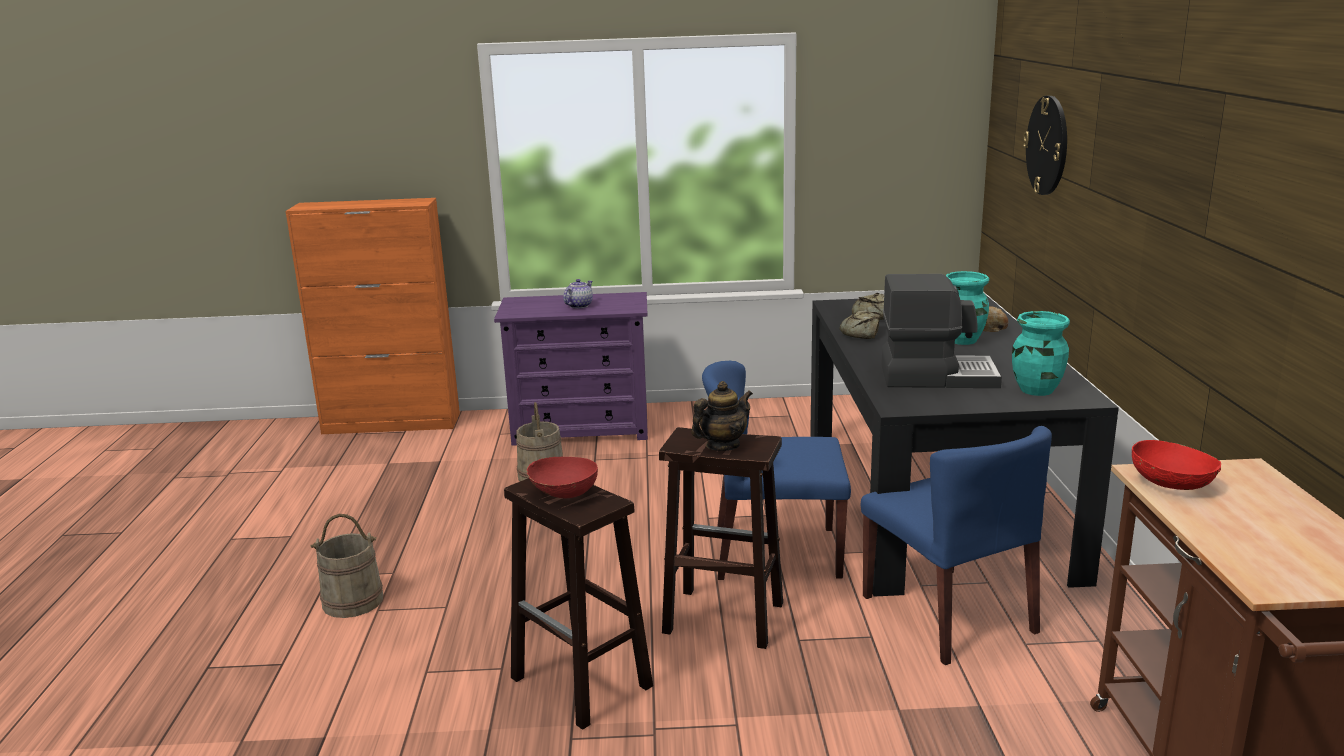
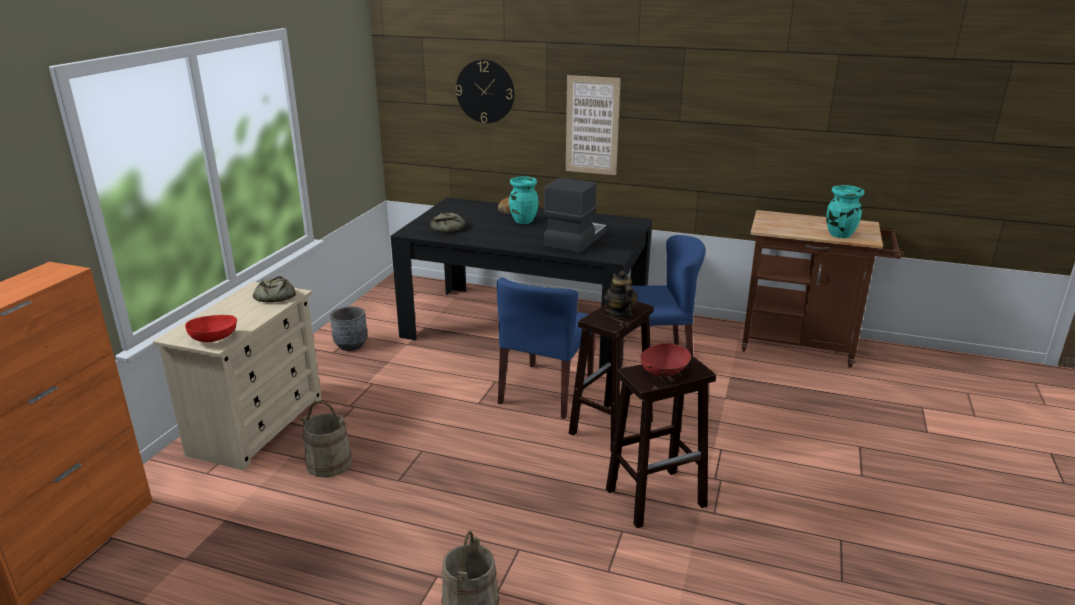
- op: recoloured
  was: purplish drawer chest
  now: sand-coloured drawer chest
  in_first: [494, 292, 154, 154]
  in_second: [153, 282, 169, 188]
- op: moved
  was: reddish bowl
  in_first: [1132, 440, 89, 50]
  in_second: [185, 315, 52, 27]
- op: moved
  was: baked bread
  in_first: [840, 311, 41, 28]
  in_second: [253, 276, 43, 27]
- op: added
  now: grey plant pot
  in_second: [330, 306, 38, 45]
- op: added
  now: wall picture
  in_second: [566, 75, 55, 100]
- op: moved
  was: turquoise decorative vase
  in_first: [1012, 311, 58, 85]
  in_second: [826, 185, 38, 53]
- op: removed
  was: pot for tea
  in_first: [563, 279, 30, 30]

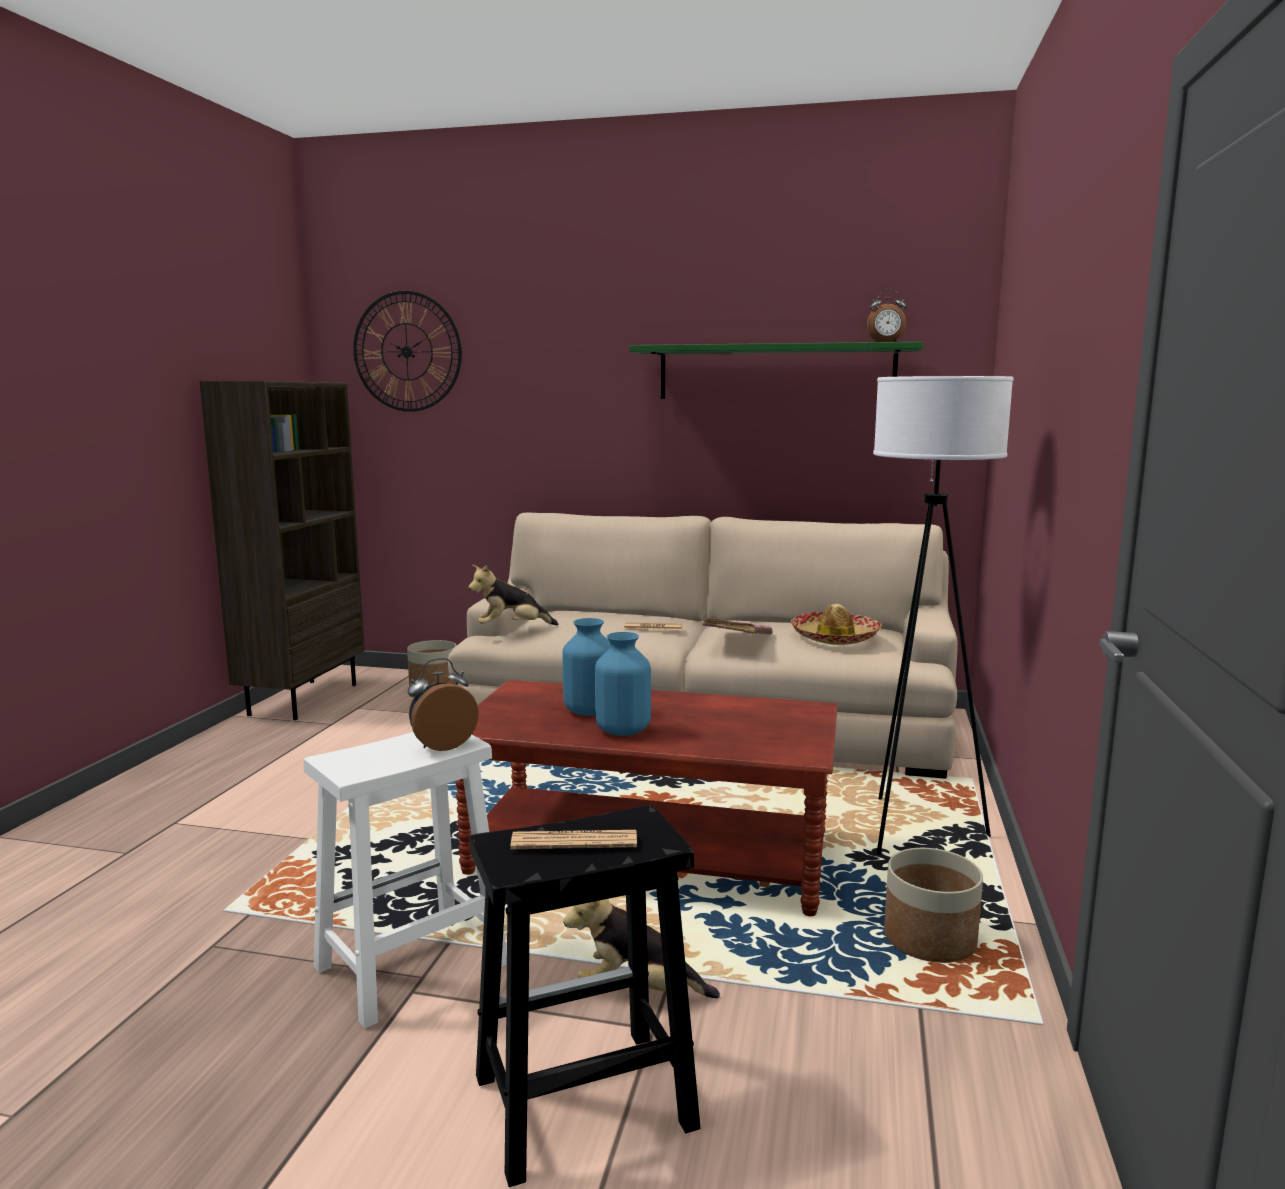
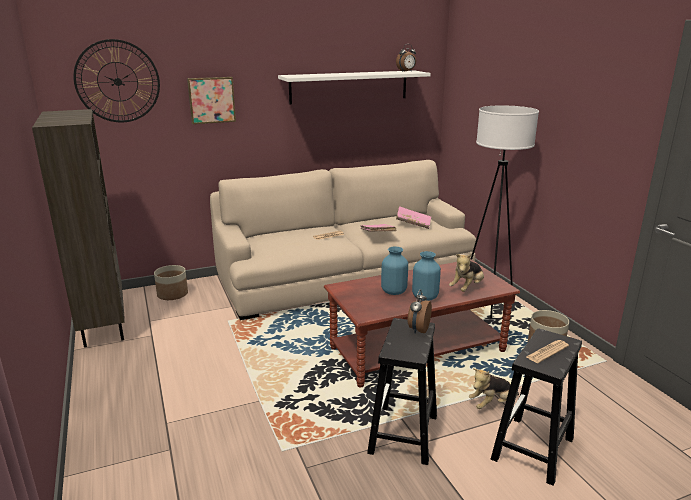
- op: added
  now: wall picture
  in_second: [187, 77, 49, 47]
- op: recoloured
  was: green-coloured shelf
  now: whitish shelf
  in_first: [629, 342, 294, 57]
  in_second: [278, 71, 153, 33]
- op: recoloured
  was: whitish stool seat
  now: black stool seat
  in_first: [303, 732, 204, 297]
  in_second: [367, 318, 70, 147]
- op: replaced
  was: clothing hat
  now: pinkish bound book
  in_first: [791, 604, 91, 41]
  in_second: [396, 206, 35, 23]
- op: moved
  was: plush toy
  in_first: [469, 565, 90, 60]
  in_second: [449, 254, 35, 38]

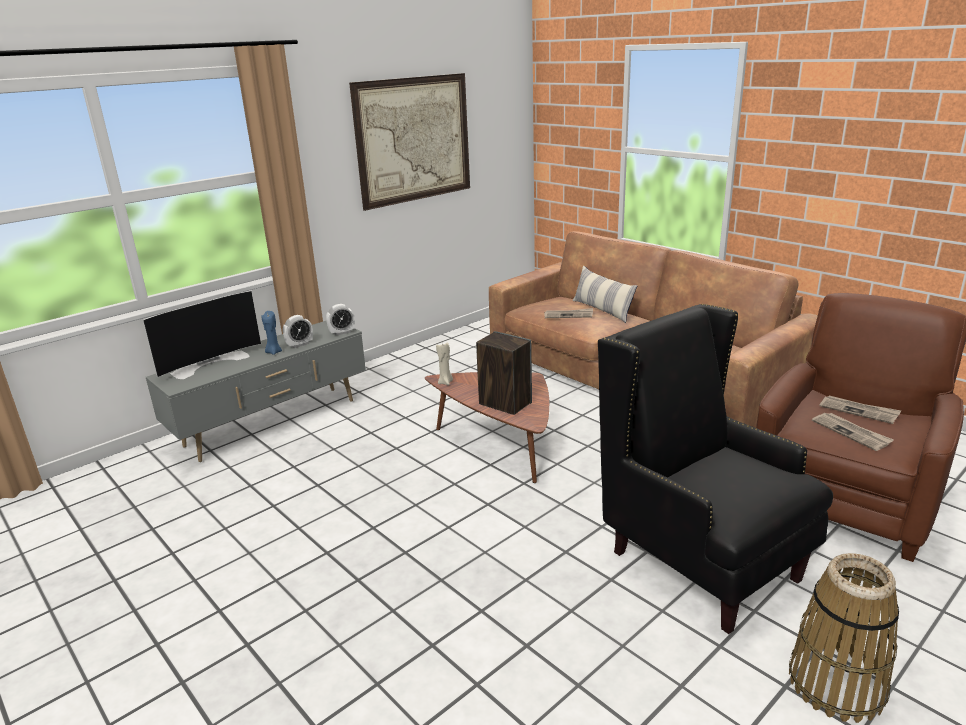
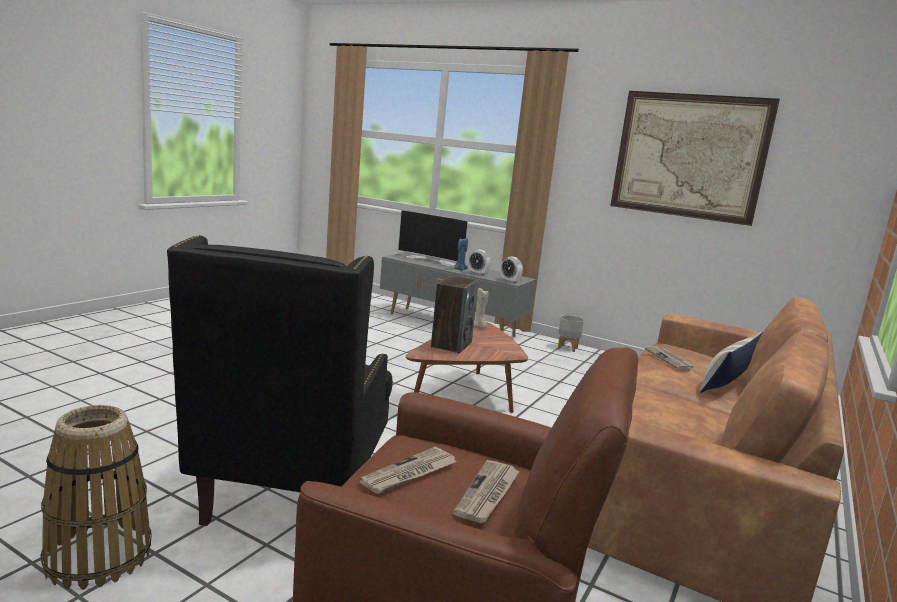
- op: turned
  was: black easy chair
  in_first: [598, 304, 235, 330]
  in_second: [167, 235, 226, 291]
  clockwise: 150
- op: added
  now: grey plant pot
  in_second: [558, 315, 26, 37]

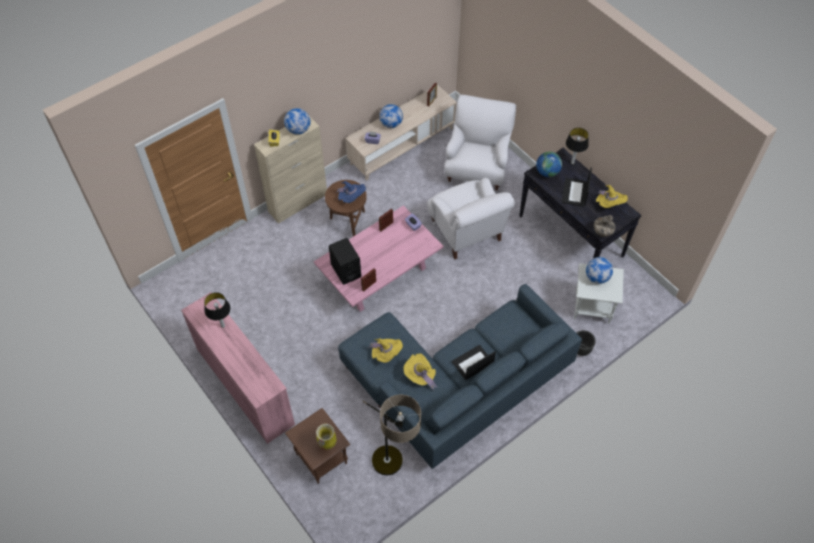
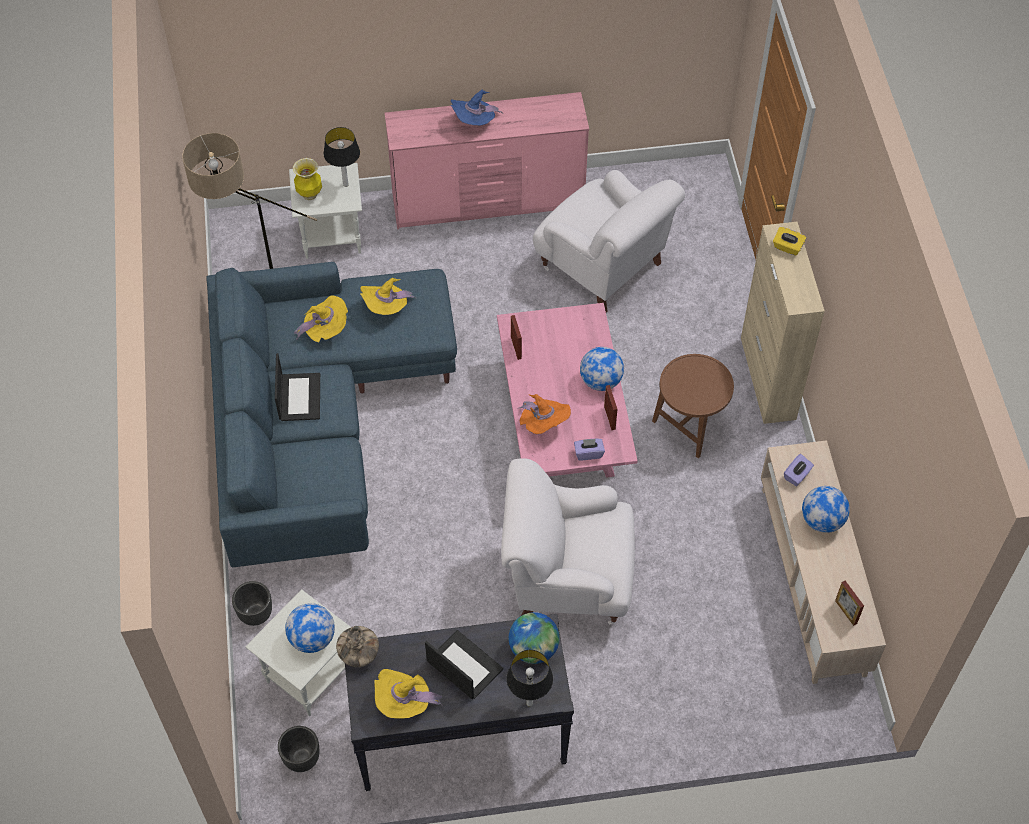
- op: added
  now: black plant pot
  in_second: [278, 726, 42, 46]
- op: recoloured
  was: brown-coloured side table
  now: whitish side table
  in_first: [285, 408, 65, 76]
  in_second: [289, 163, 73, 96]
- op: moved
  was: lamp for a table
  in_first: [204, 292, 26, 36]
  in_second: [323, 127, 37, 60]
- op: moved
  was: blue clothing hat
  in_first: [336, 181, 30, 22]
  in_second: [450, 90, 53, 36]
- op: added
  now: orange clothing hat
  in_second: [517, 394, 54, 40]
- op: moved
  was: whitish easy chair
  in_first: [444, 95, 72, 97]
  in_second: [533, 170, 152, 142]
- op: moved
  was: globe
  in_first: [284, 108, 26, 27]
  in_second: [580, 347, 44, 44]
- op: removed
  was: black audio speaker
  in_first: [329, 238, 32, 47]

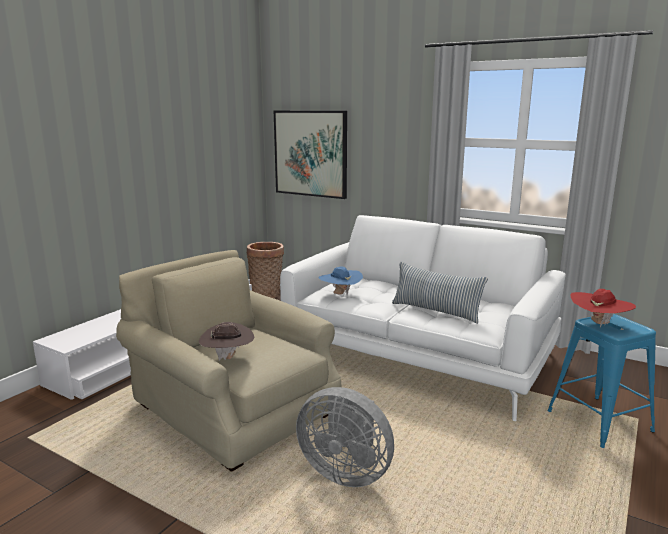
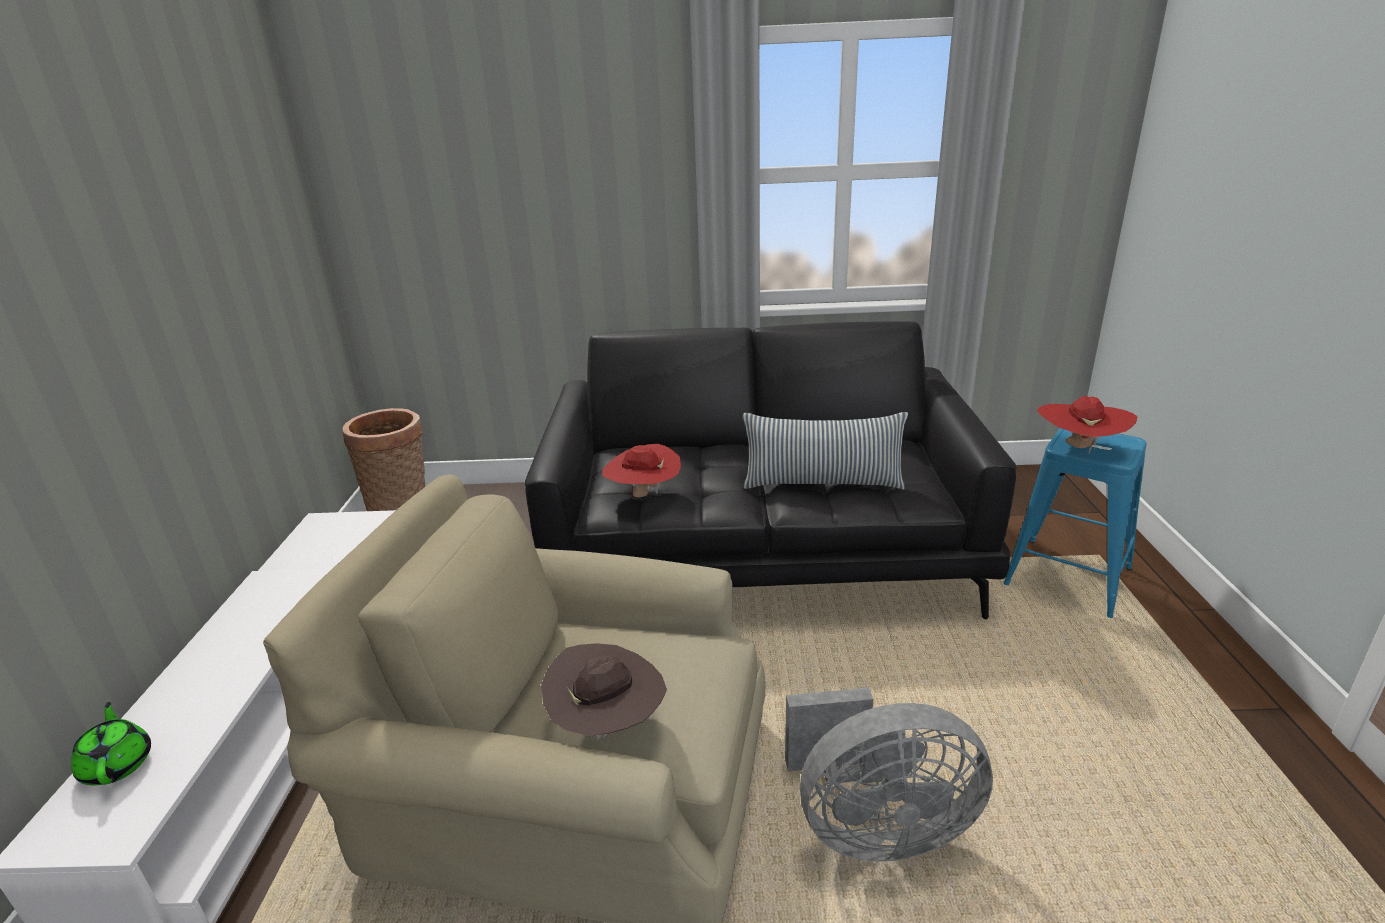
- op: added
  now: green-coloured pot for tea
  in_second: [71, 702, 80, 83]
- op: recoloured
  was: whitish settee
  now: black settee
  in_first: [280, 215, 286, 206]
  in_second: [525, 321, 492, 298]
- op: recoloured
  was: blue clothing hat
  now: reddish clothing hat
  in_first: [319, 266, 44, 29]
  in_second: [602, 444, 79, 53]
- op: removed
  was: wall picture
  in_first: [274, 111, 73, 88]

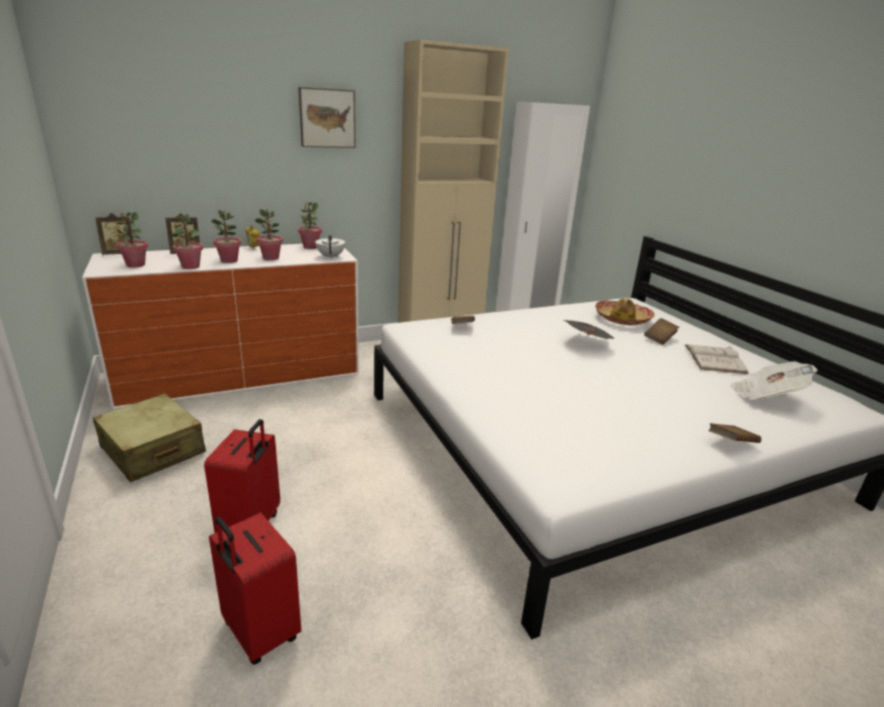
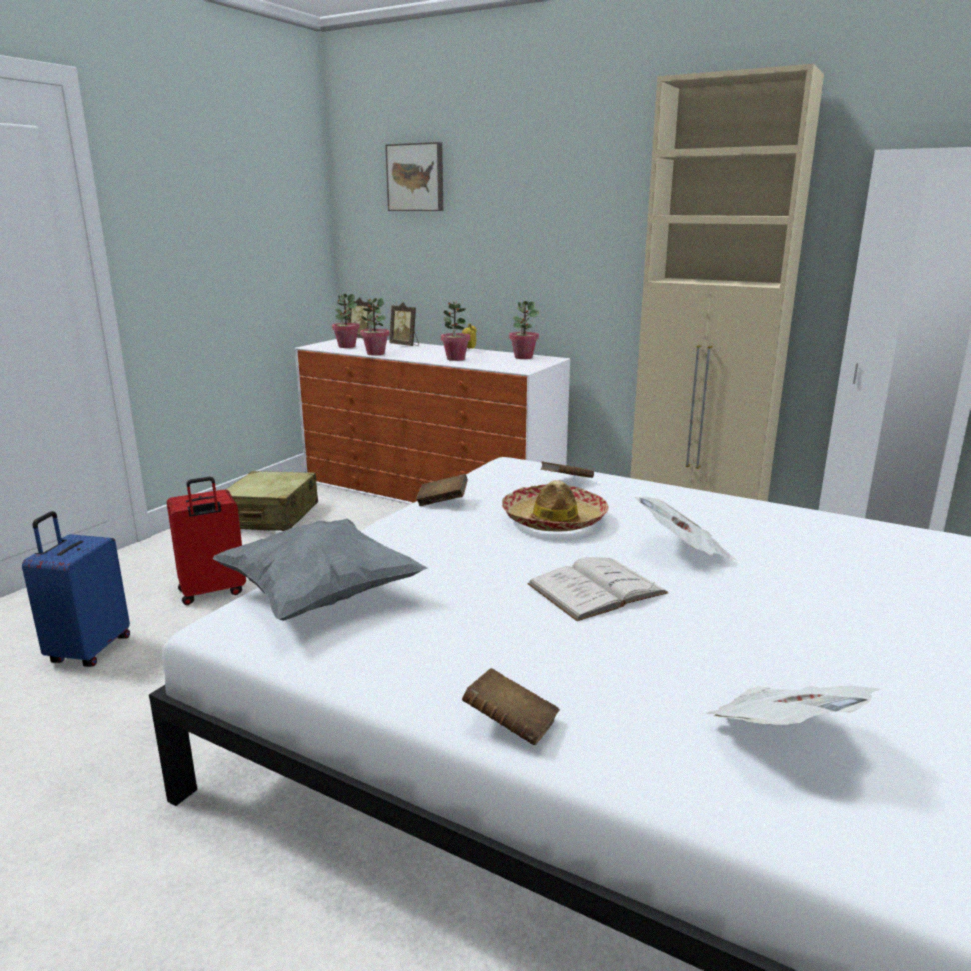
- op: recoloured
  was: reddish travel case
  now: blue travel case
  in_first: [209, 513, 92, 152]
  in_second: [22, 511, 108, 156]
- op: added
  now: grey throw pillow
  in_second: [212, 519, 215, 102]
- op: moved
  was: wall picture
  in_first: [299, 87, 56, 61]
  in_second: [385, 142, 58, 69]
- op: moved
  was: brown-coloured bound book
  in_first: [644, 318, 35, 27]
  in_second: [416, 474, 52, 32]
- op: moved
  was: clothing hat
  in_first: [595, 297, 60, 29]
  in_second: [502, 480, 106, 51]
- op: moved
  was: whitish bound book
  in_first: [685, 344, 64, 30]
  in_second: [527, 557, 142, 64]
- op: removed
  was: potted plant
  in_first: [211, 210, 30, 53]
- op: removed
  was: whitish pot for tea
  in_first: [315, 235, 30, 23]

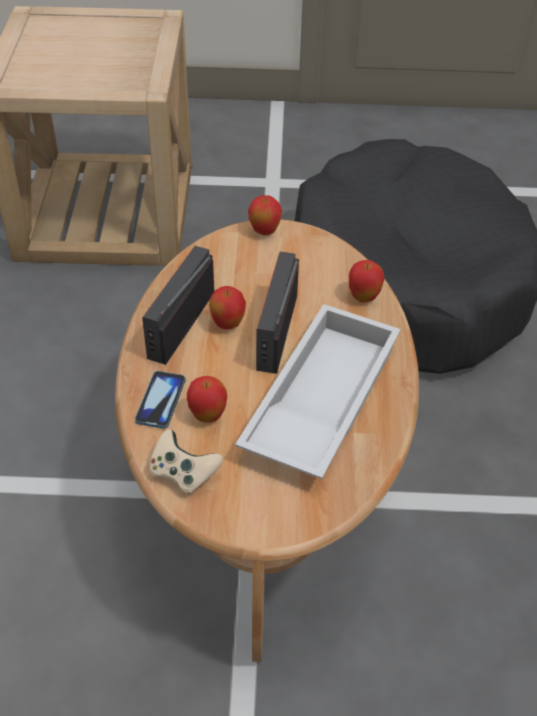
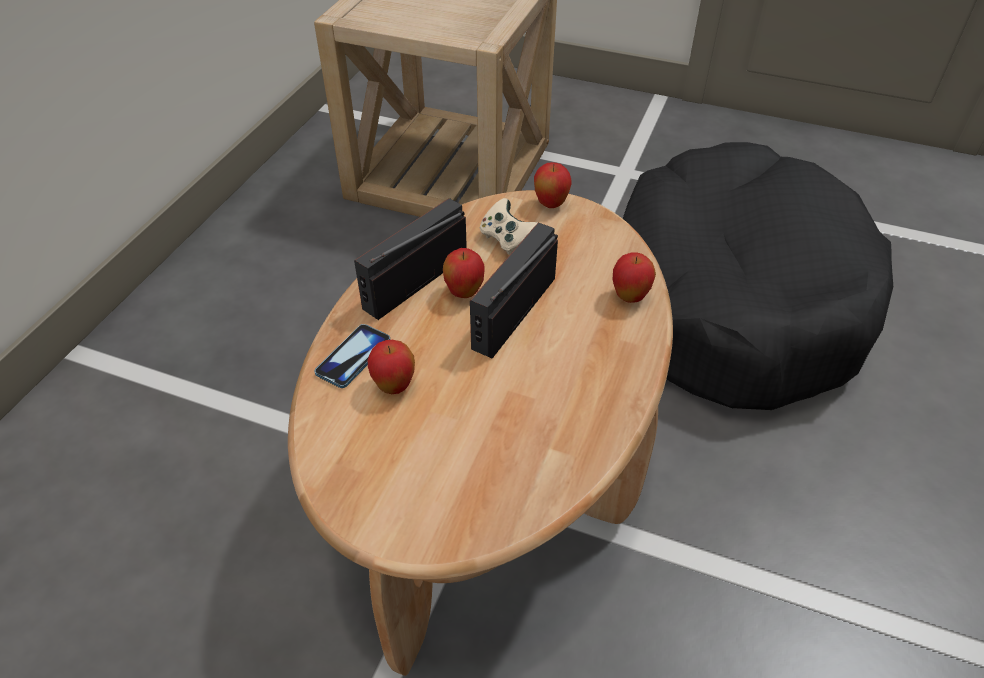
- op: moved
  was: sand-coloured gamepad
  in_first: [149, 429, 74, 65]
  in_second: [479, 198, 59, 57]
- op: removed
  was: whitish tray
  in_first: [235, 304, 166, 175]

